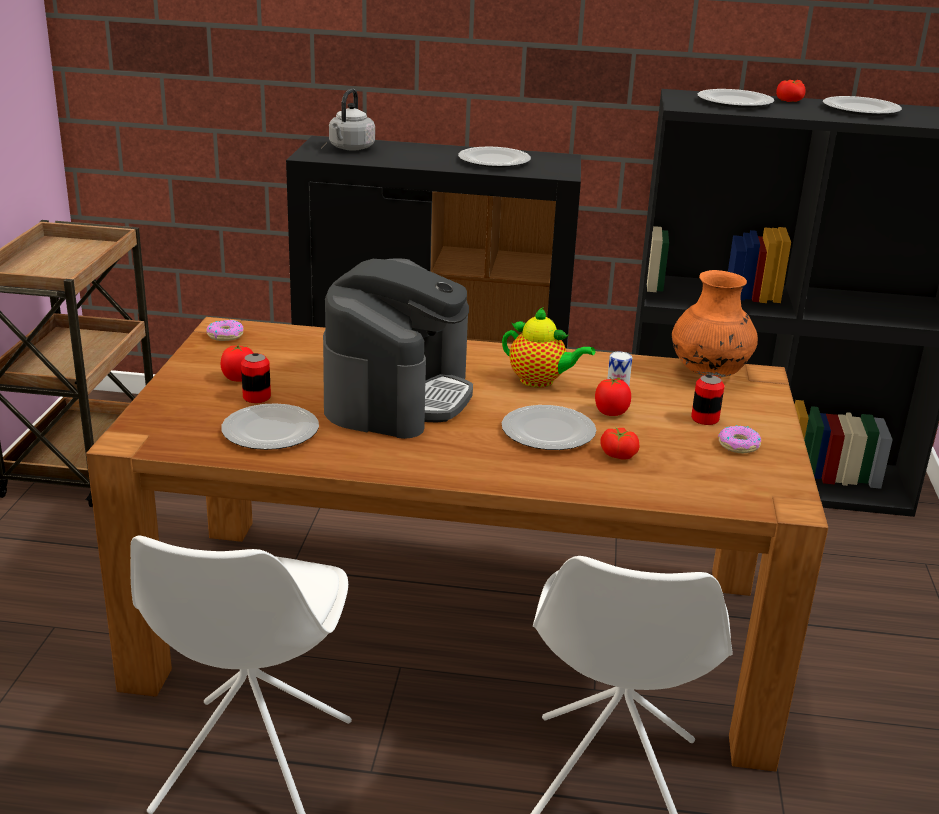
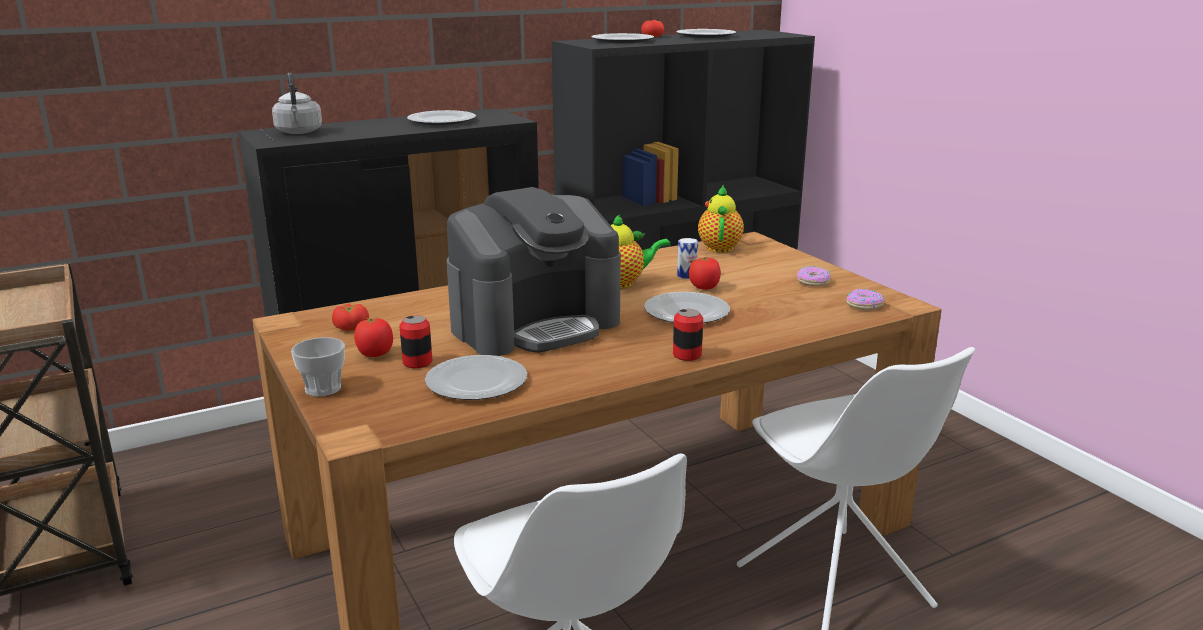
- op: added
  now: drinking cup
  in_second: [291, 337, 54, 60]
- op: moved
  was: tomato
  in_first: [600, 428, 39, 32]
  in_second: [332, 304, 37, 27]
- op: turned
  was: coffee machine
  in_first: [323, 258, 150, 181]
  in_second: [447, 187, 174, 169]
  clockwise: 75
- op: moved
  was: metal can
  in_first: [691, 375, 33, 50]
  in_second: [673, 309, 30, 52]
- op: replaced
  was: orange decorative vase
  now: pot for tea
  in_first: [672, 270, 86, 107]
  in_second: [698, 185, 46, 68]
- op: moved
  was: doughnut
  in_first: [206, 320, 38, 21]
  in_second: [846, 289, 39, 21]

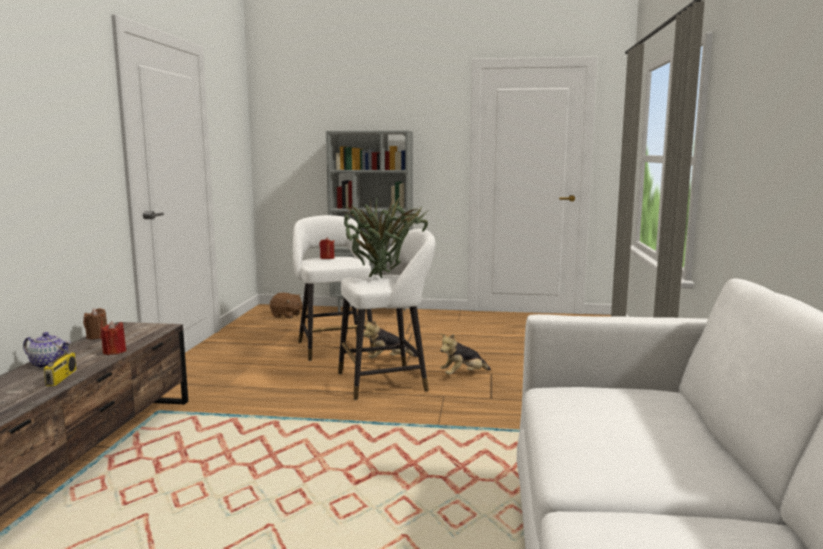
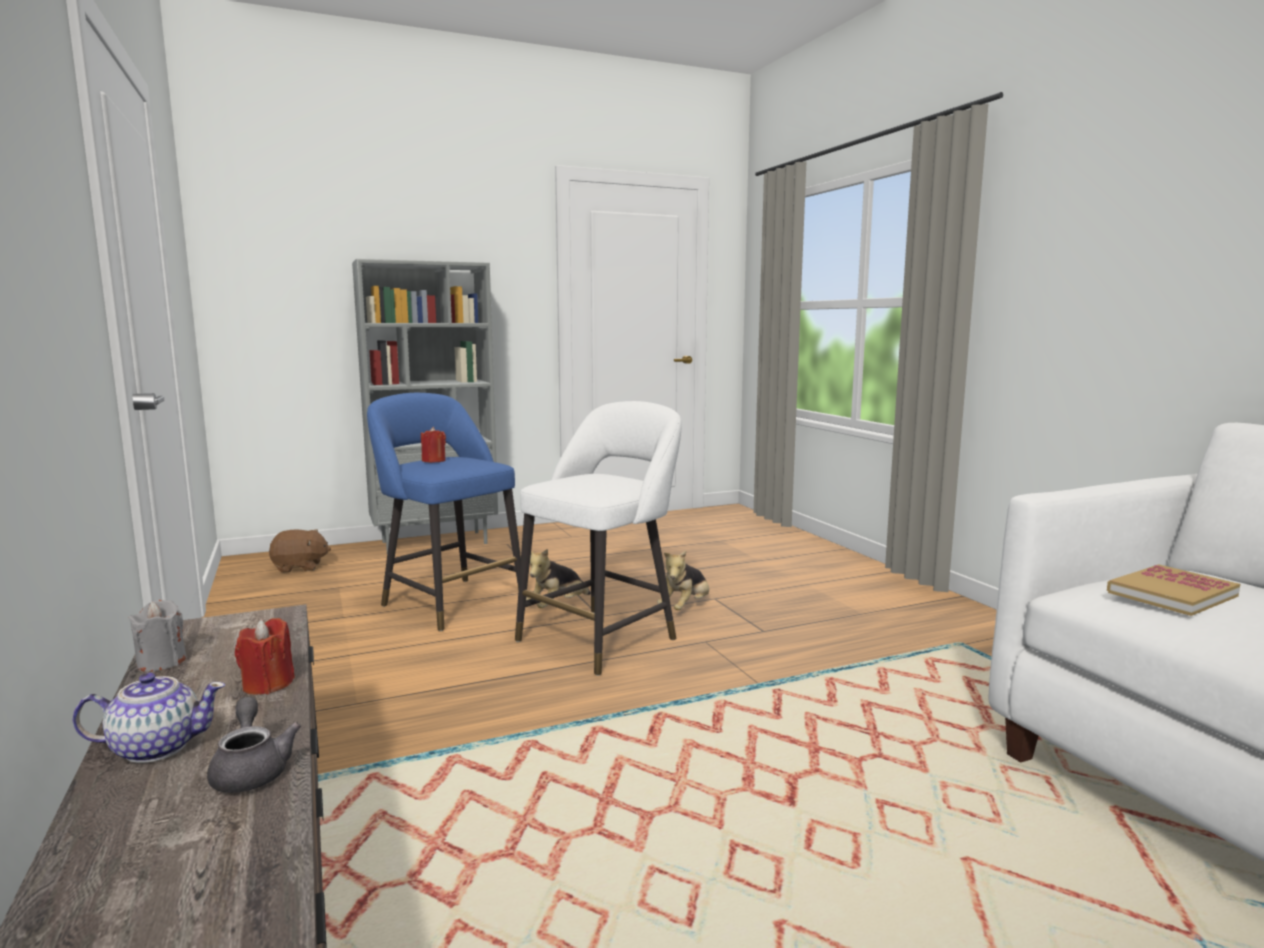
- op: recoloured
  was: brown-coloured wax candle
  now: grey wax candle
  in_first: [83, 308, 24, 31]
  in_second: [129, 600, 58, 72]
- op: replaced
  was: radio
  now: grey pot for tea
  in_first: [44, 336, 33, 50]
  in_second: [207, 697, 94, 96]
- op: recoloured
  was: whitish stool seat
  now: blue stool seat
  in_first: [293, 215, 82, 146]
  in_second: [367, 393, 154, 238]
- op: added
  now: bound book
  in_second: [1107, 564, 133, 52]
- op: removed
  was: potted plant
  in_first: [341, 195, 87, 83]

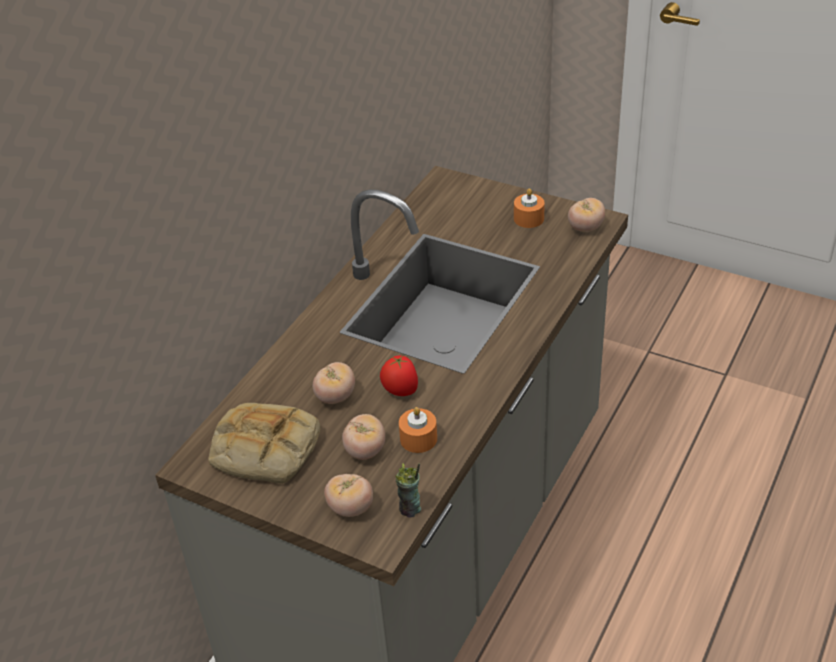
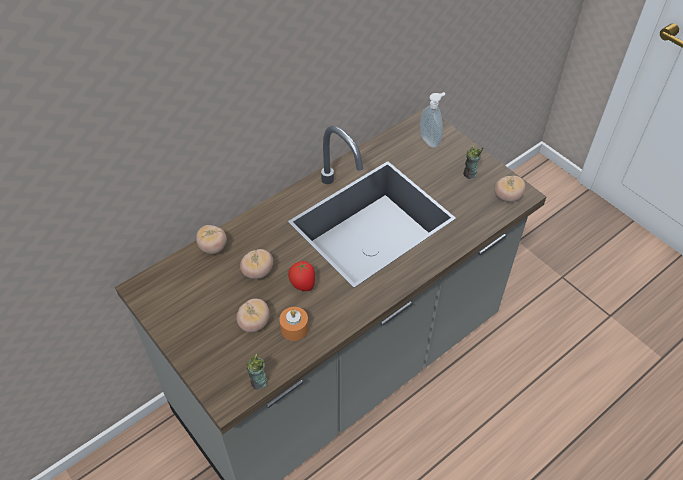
- op: moved
  was: tomato
  in_first: [324, 474, 49, 43]
  in_second: [196, 225, 31, 29]
- op: added
  now: liquid soap bottle
  in_second: [420, 92, 25, 56]
- op: replaced
  was: orange wax candle
  now: drinking cup
  in_first: [514, 188, 31, 40]
  in_second: [463, 145, 21, 34]
- op: removed
  was: baked bread
  in_first: [209, 403, 112, 81]

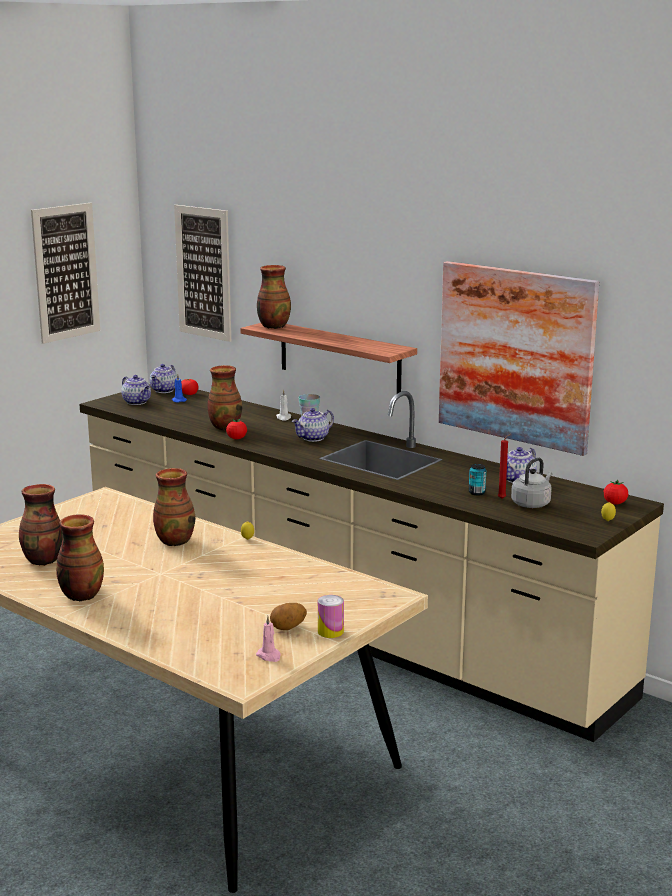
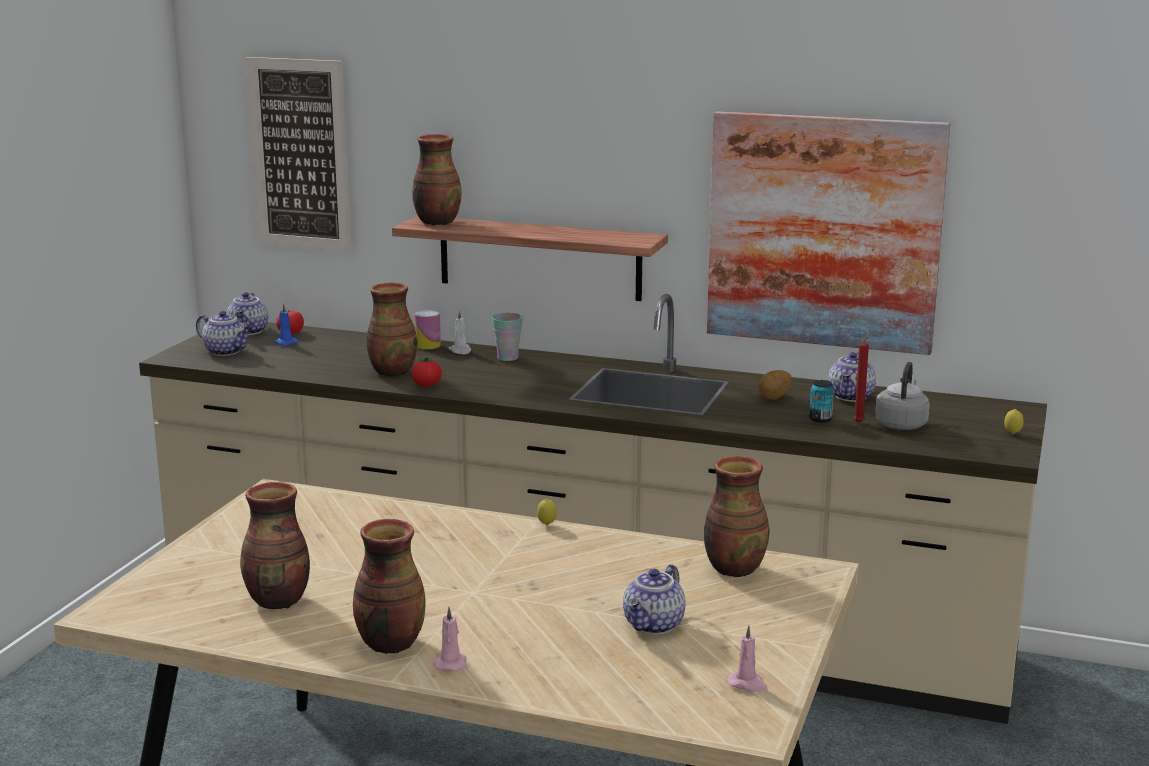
- op: moved
  was: metal can
  in_first: [318, 595, 26, 43]
  in_second: [414, 310, 27, 39]
- op: added
  now: pinkish wax candle
  in_second: [433, 607, 34, 64]
- op: moved
  was: pot for tea
  in_first: [292, 408, 42, 34]
  in_second: [623, 564, 63, 71]
- op: moved
  was: decorative vase
  in_first: [153, 468, 42, 78]
  in_second: [704, 456, 66, 121]
- op: moved
  was: spud
  in_first: [270, 603, 37, 27]
  in_second: [758, 370, 34, 30]
- op: removed
  was: wall picture
  in_first: [31, 203, 69, 141]
- op: removed
  was: tomato
  in_first: [603, 480, 25, 24]

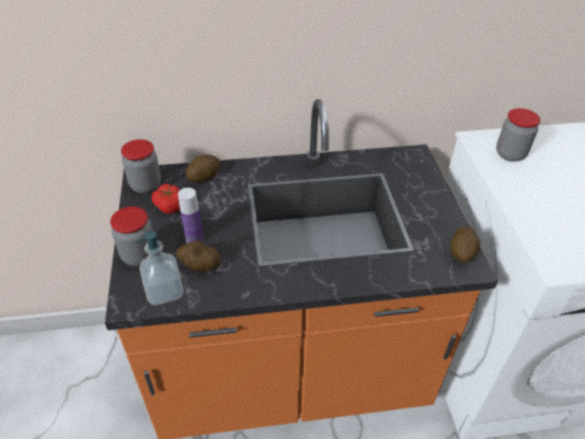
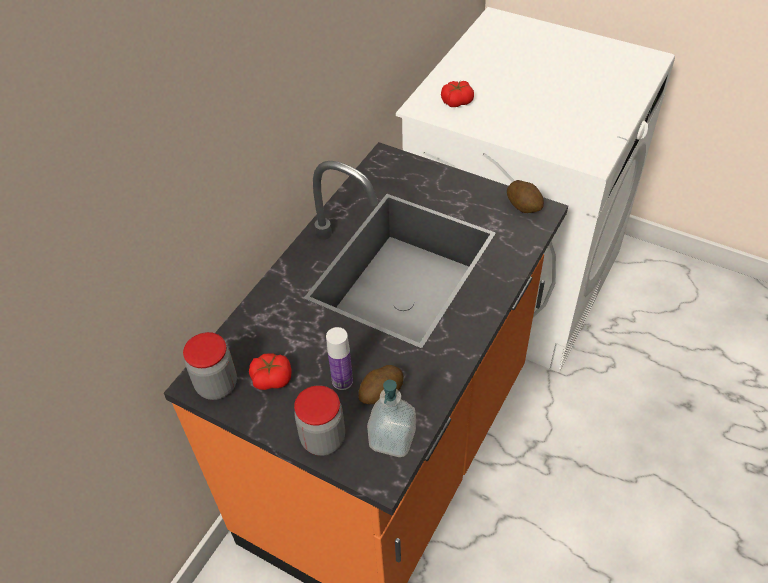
- op: replaced
  was: storage jar
  now: tomato
  in_first: [496, 108, 45, 54]
  in_second: [441, 81, 33, 26]
- op: removed
  was: spud
  in_first: [185, 155, 35, 27]

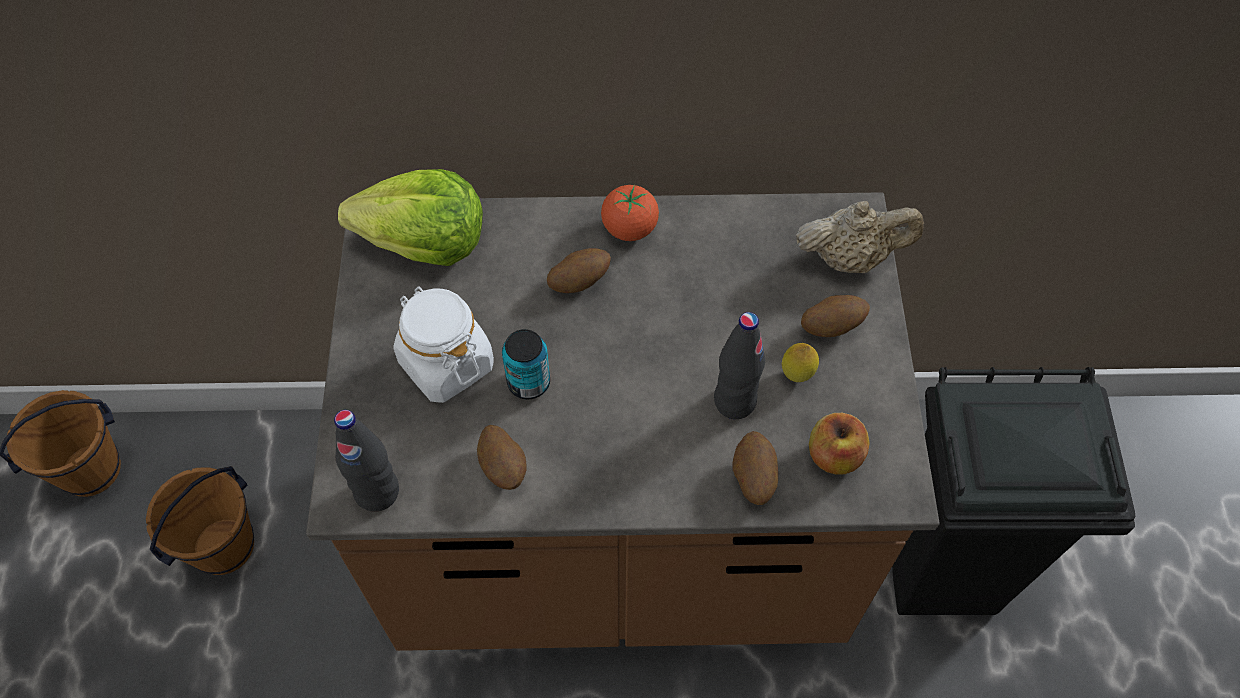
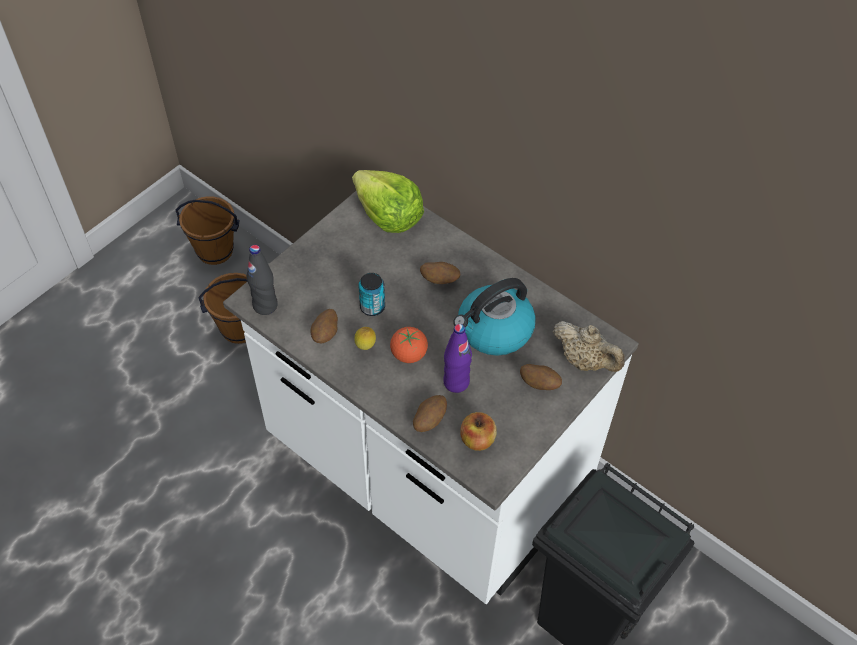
- op: recoloured
  was: brown-coloured kitchen base unit
  now: whitish kitchen base unit
  in_first: [306, 192, 634, 459]
  in_second: [223, 191, 416, 413]
- op: moved
  was: whole lemon
  in_first: [782, 343, 37, 39]
  in_second: [354, 327, 22, 23]
- op: moved
  was: tomato
  in_first: [601, 185, 58, 56]
  in_second: [390, 327, 38, 36]
- op: recoloured
  was: black drink bottle
  now: purplish drink bottle
  in_first: [714, 312, 51, 107]
  in_second: [443, 324, 29, 69]
- op: added
  now: water kettle
  in_second: [453, 278, 83, 78]
- op: removed
  was: whitish storage jar
  in_first: [394, 286, 100, 117]

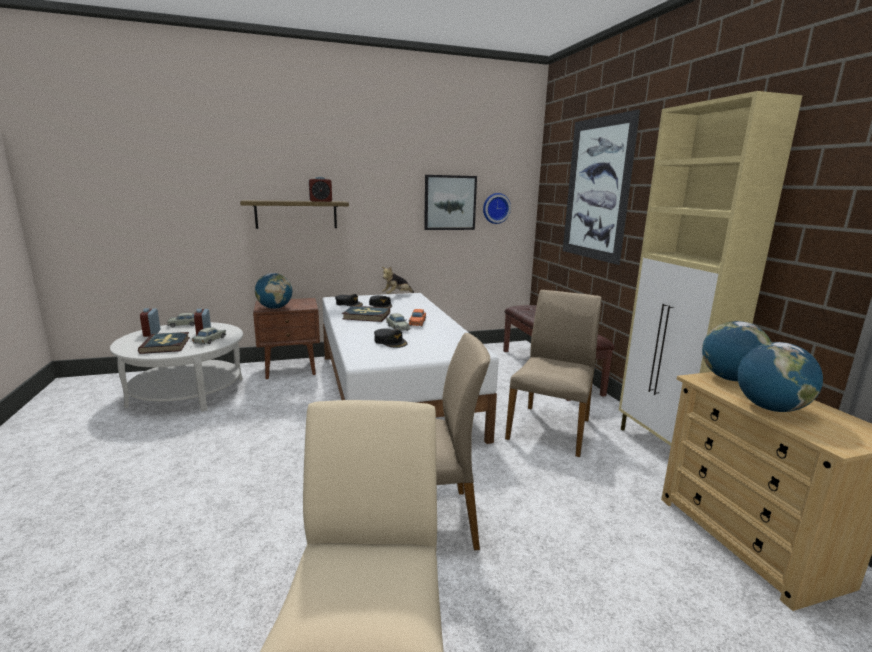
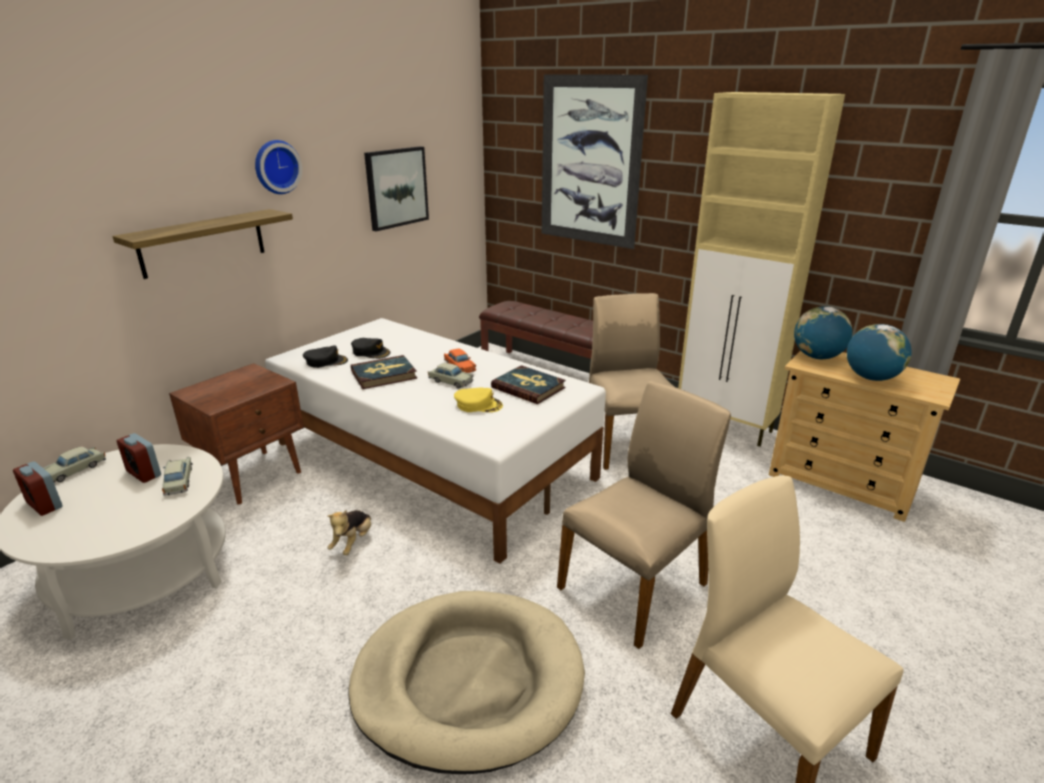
- op: moved
  was: wall clock
  in_first: [483, 193, 28, 31]
  in_second: [255, 140, 47, 54]
- op: moved
  was: plush toy
  in_first: [382, 267, 32, 27]
  in_second: [327, 510, 44, 45]
- op: added
  now: sand-coloured dog cushion
  in_second: [348, 591, 237, 183]
- op: recoloured
  was: black baseball cap
  now: yellow baseball cap
  in_first: [374, 328, 34, 20]
  in_second: [454, 388, 49, 24]
- op: moved
  was: bound book
  in_first: [138, 332, 52, 22]
  in_second: [491, 365, 75, 39]
- op: removed
  was: globe
  in_first: [255, 273, 37, 36]
- op: removed
  was: table clock
  in_first: [309, 177, 23, 25]

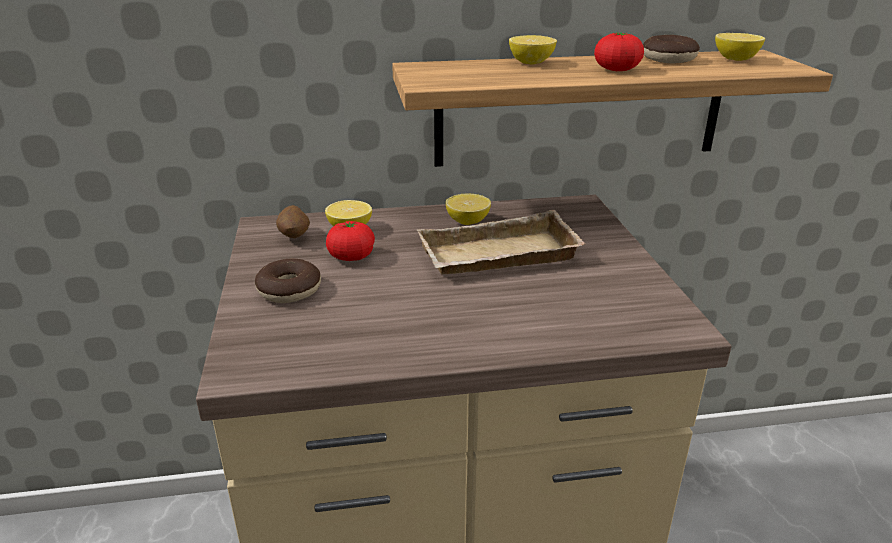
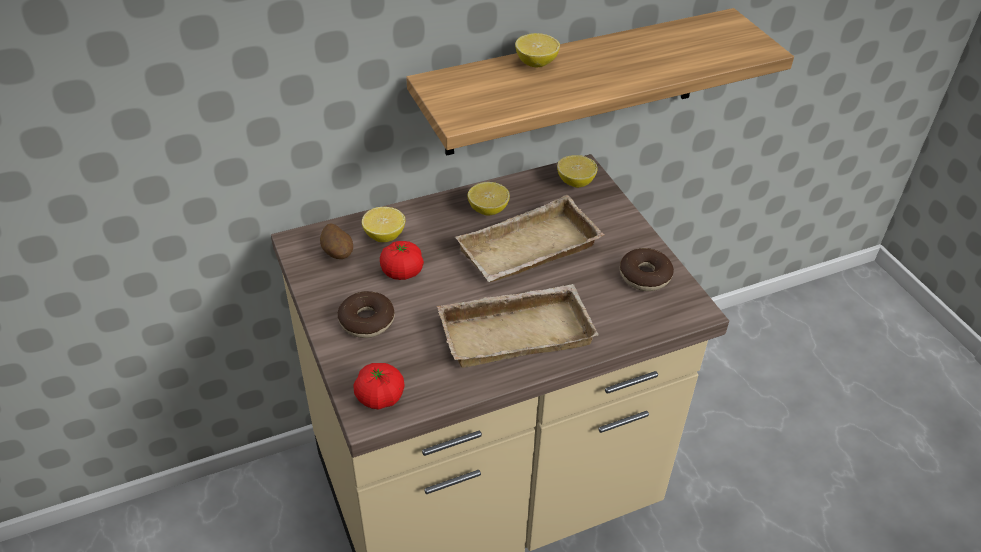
- op: moved
  was: tomato
  in_first: [594, 32, 50, 39]
  in_second: [353, 363, 51, 47]
- op: added
  now: sand-coloured tray
  in_second: [437, 284, 162, 84]
- op: moved
  was: whole lemon
  in_first: [715, 33, 50, 28]
  in_second: [557, 155, 41, 33]
- op: moved
  was: doughnut
  in_first: [643, 35, 57, 28]
  in_second: [620, 248, 54, 43]

